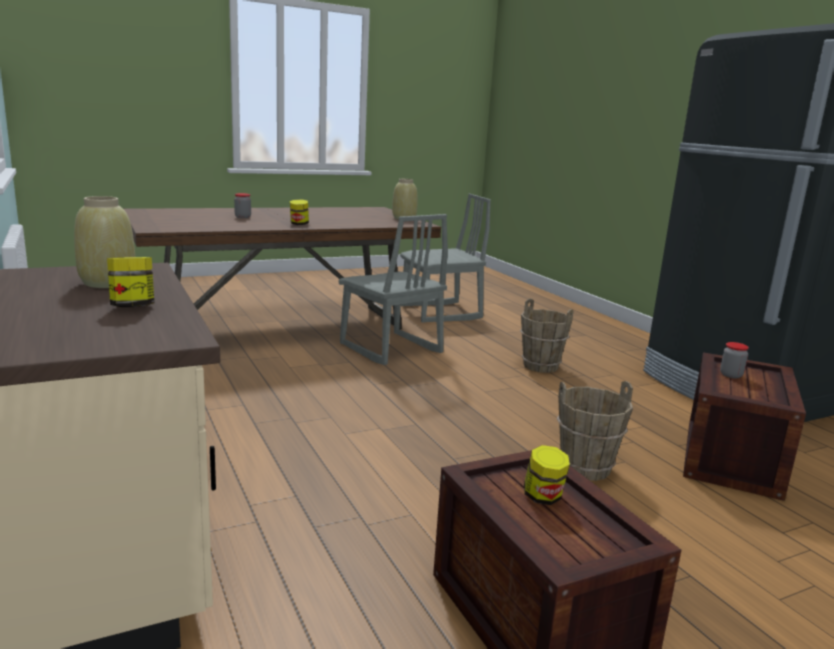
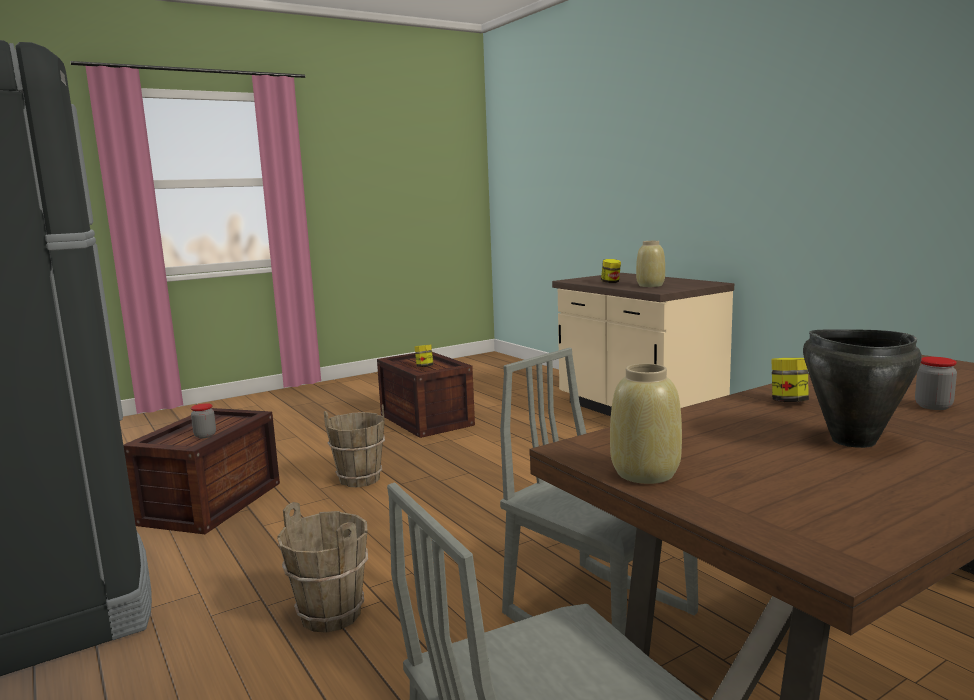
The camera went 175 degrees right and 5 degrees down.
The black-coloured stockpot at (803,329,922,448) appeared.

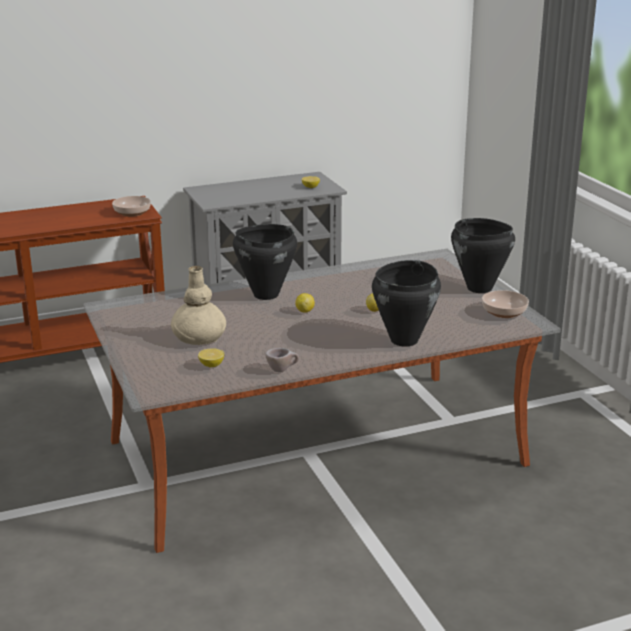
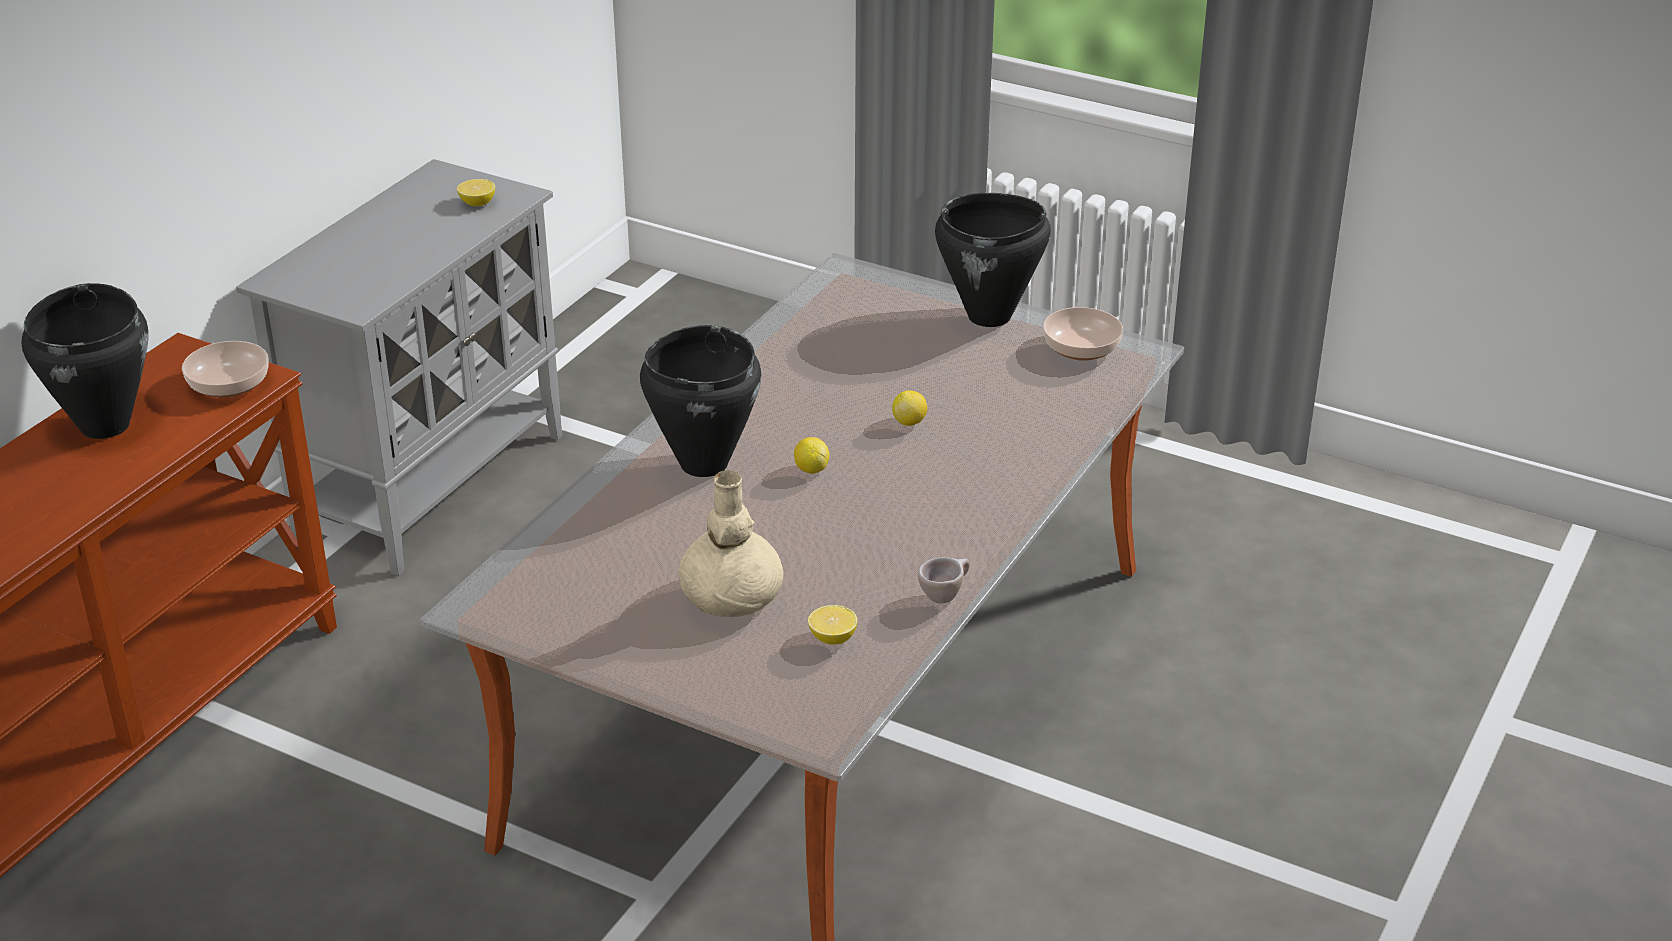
The camera went 40 degrees left and 10 degrees up.
The black-coloured stockpot moved from (372,260,441,347) to (21,283,149,439).

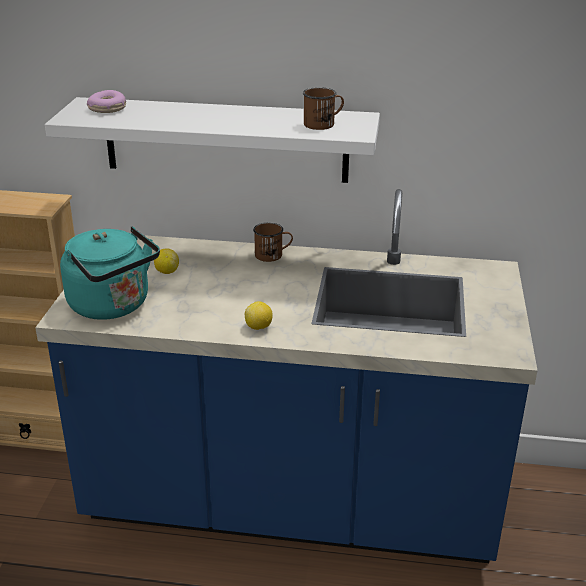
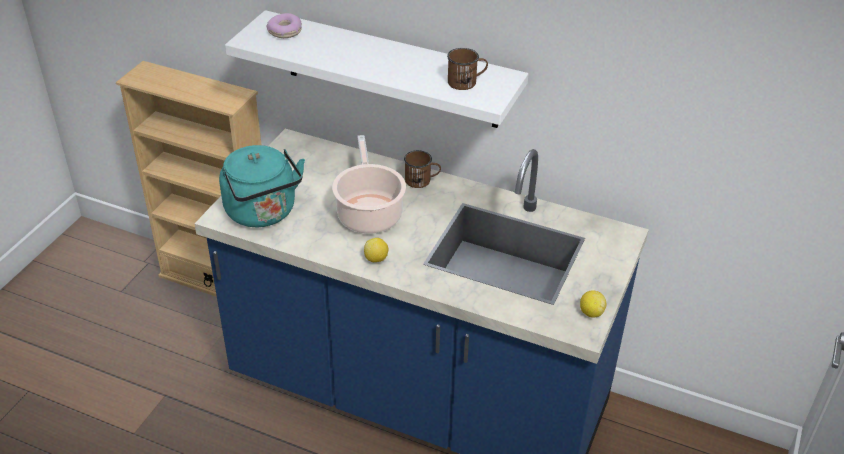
The camera went 15 degrees right and 10 degrees up.
The citrus fruit moved from (154,249,179,274) to (580,290,607,318).
The stockpot at (332,135,406,234) appeared.

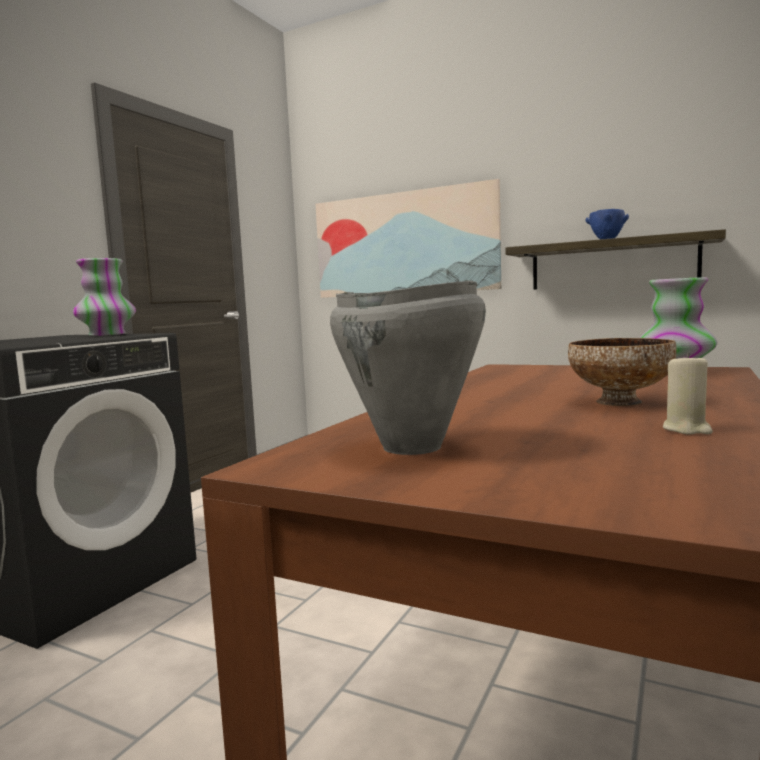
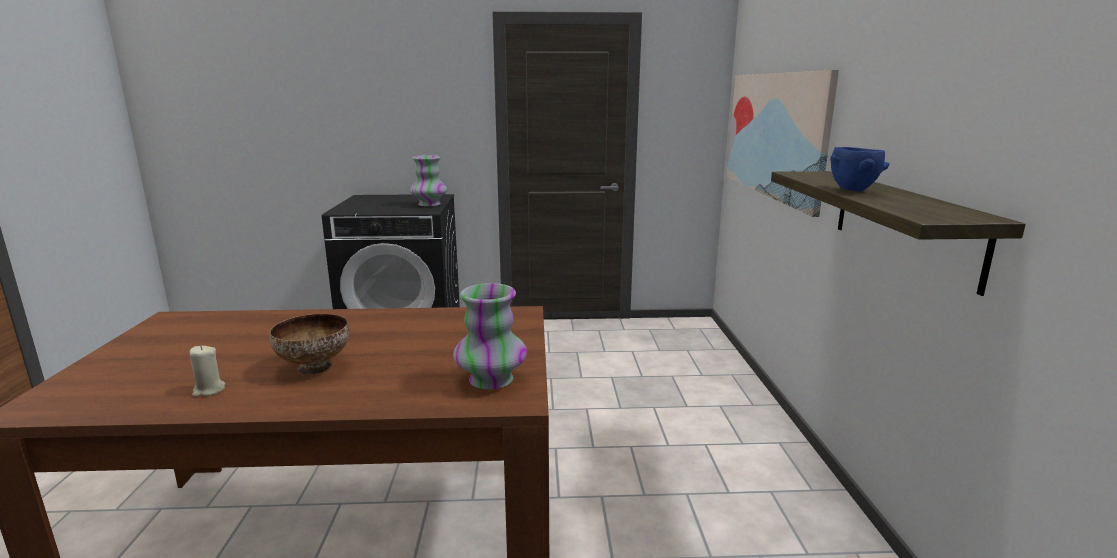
The camera went 60 degrees right and 10 degrees up.
The greyish stockpot at (330,280,486,455) disappeared.

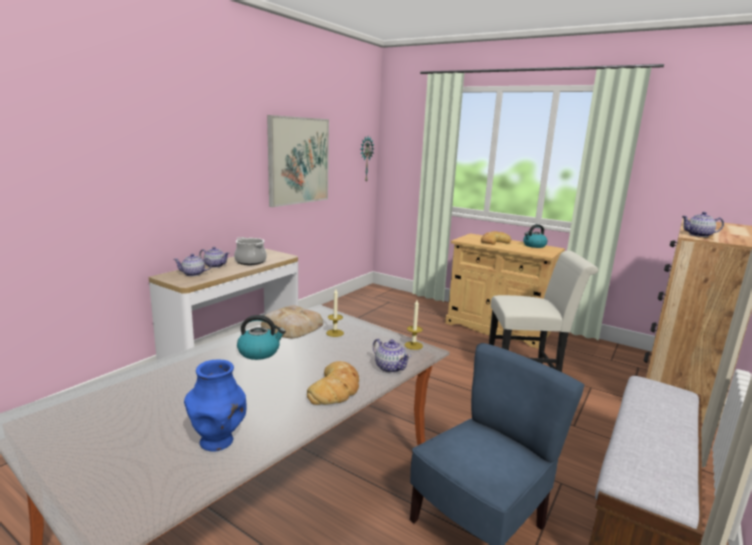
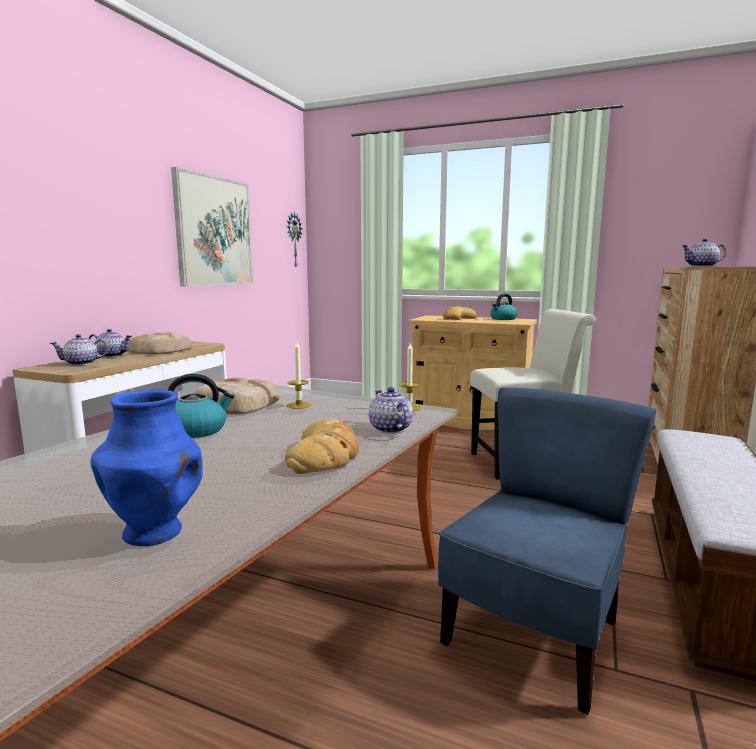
The camera went 10 degrees left and 5 degrees down.
The stockpot at (234,237,267,265) was replaced by the baked bread at (128,332,192,354).
The tea pot at (373,339,411,373) turned 150 degrees counterclockwise.

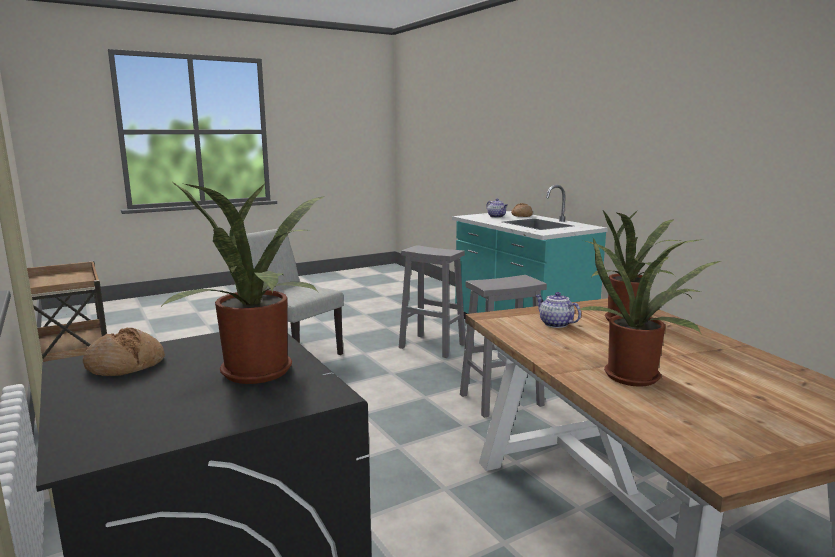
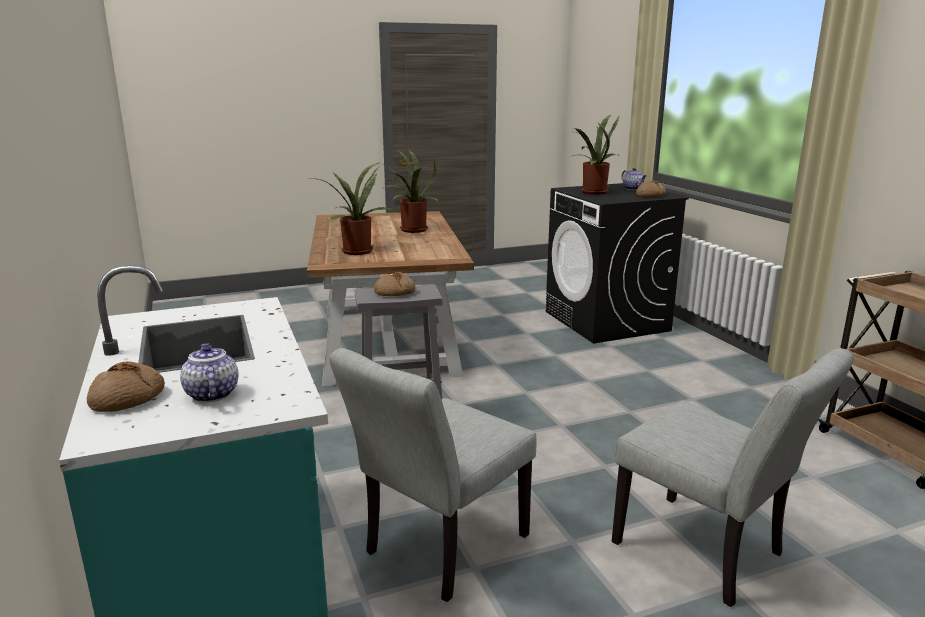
The camera went 170 degrees left and 5 degrees up.
The greyish sitting stool at (399,245,465,358) was replaced by the greyish plain chair at (329,348,537,602).
The tea pot moved from (535,292,581,328) to (621,168,647,190).
The baked bread at (374,272,415,296) appeared.

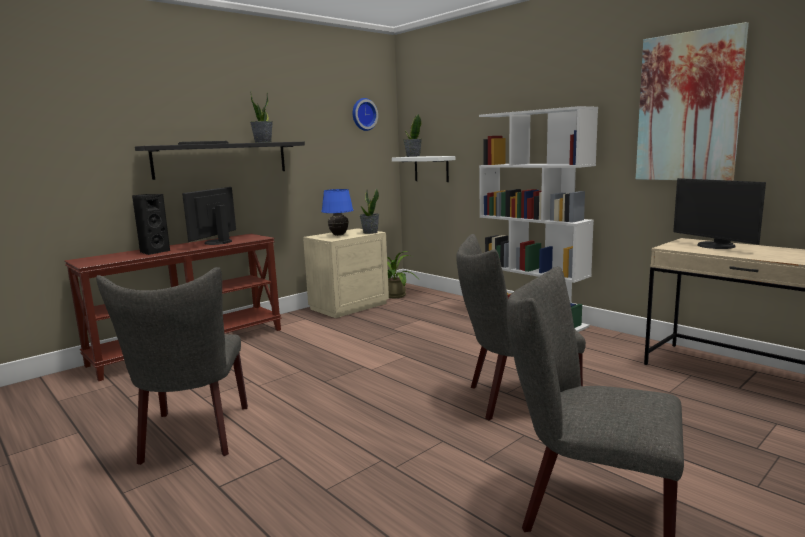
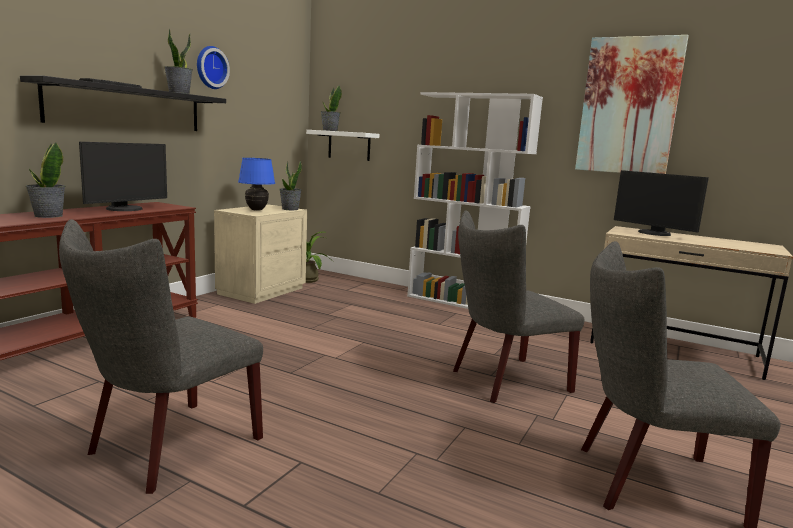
The camera went 20 degrees left and 0 degrees up.
The greyish plain chair at (96,267,248,465) turned 60 degrees clockwise.
The black-coloured loudspeaker at (132,194,170,255) was replaced by the houseplant at (26,142,65,218).
The computer display at (182,187,236,245) turned 150 degrees counterclockwise.
The hanging clock moved from (353,98,378,131) to (197,46,230,89).

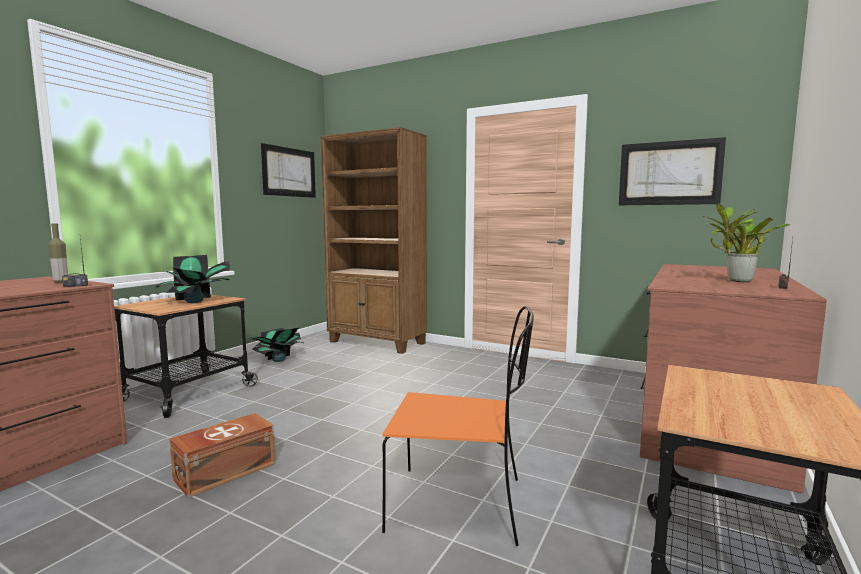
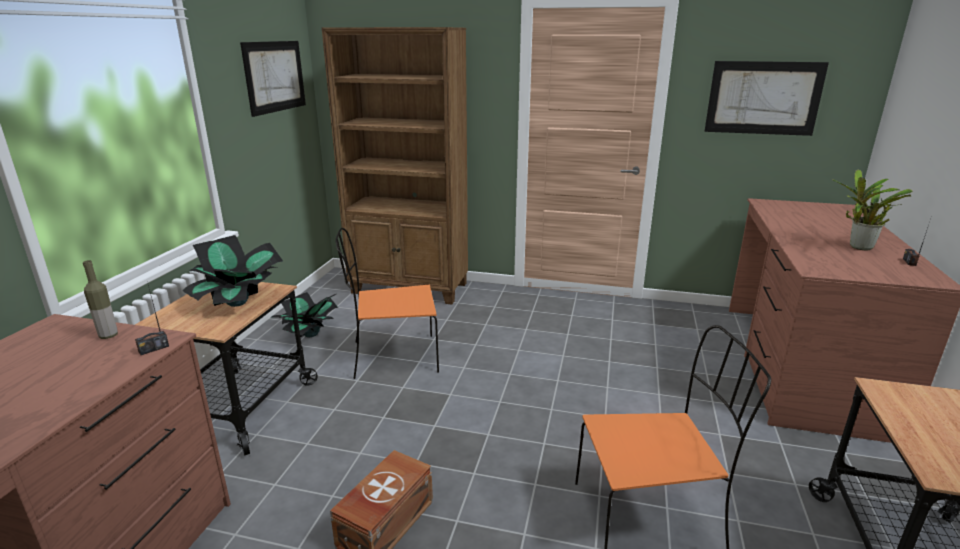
The camera went 15 degrees left and 15 degrees up.
The orangey plain chair at (335,228,439,379) appeared.

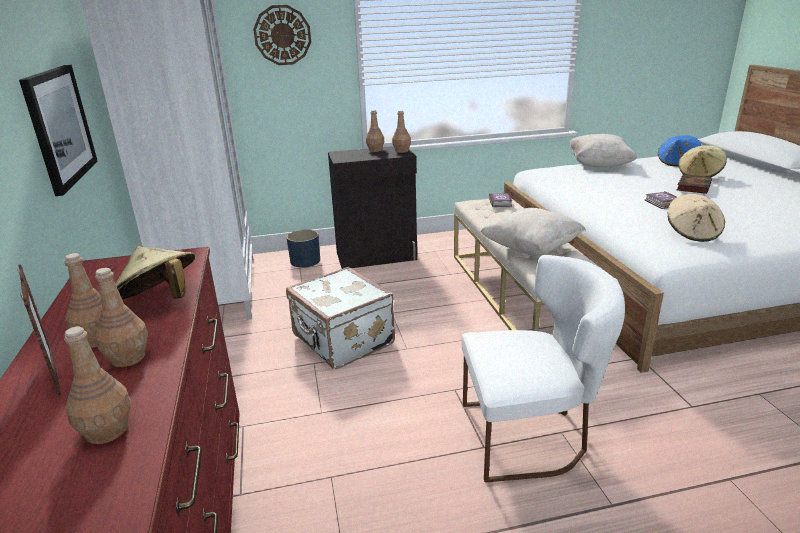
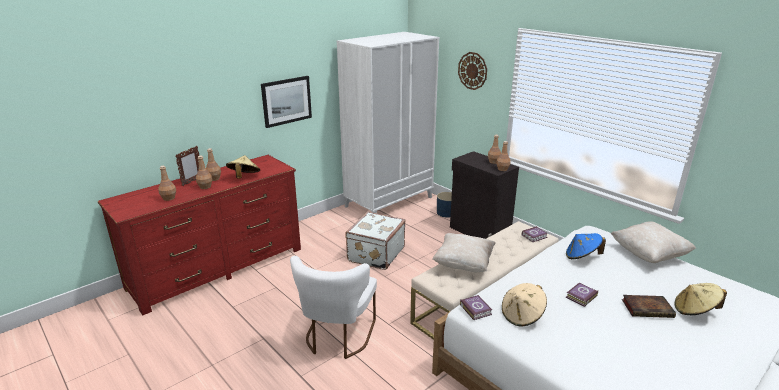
The camera went 60 degrees right and 0 degrees up.
The white plain chair at (461,255,625,482) turned 45 degrees clockwise.
The bluish wearable hat moved from (658,135,701,167) to (566,233,606,259).
The volume at (460,295,492,320) appeared.

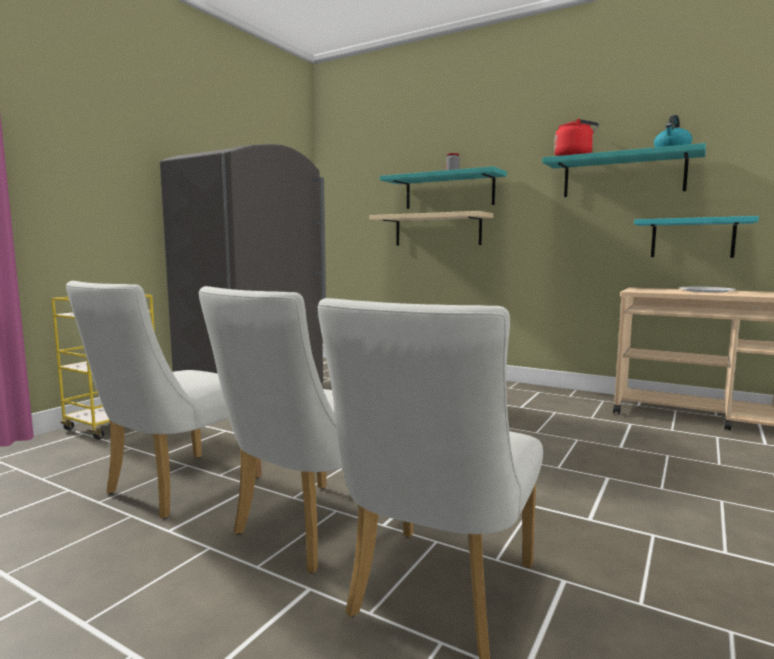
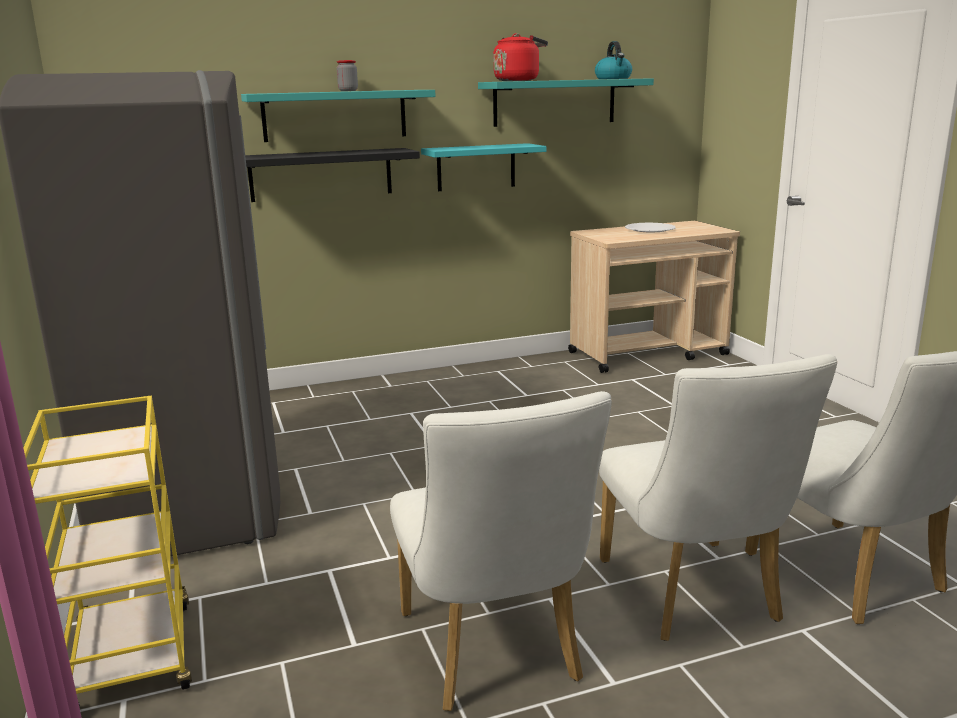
The camera went 50 degrees left and 10 degrees up.
The beige bracket shelf at (370,211,493,245) became the black-coloured bracket shelf at (245,148,420,202).
The blue-green bracket shelf moved from (634,216,759,258) to (421,143,546,191).

